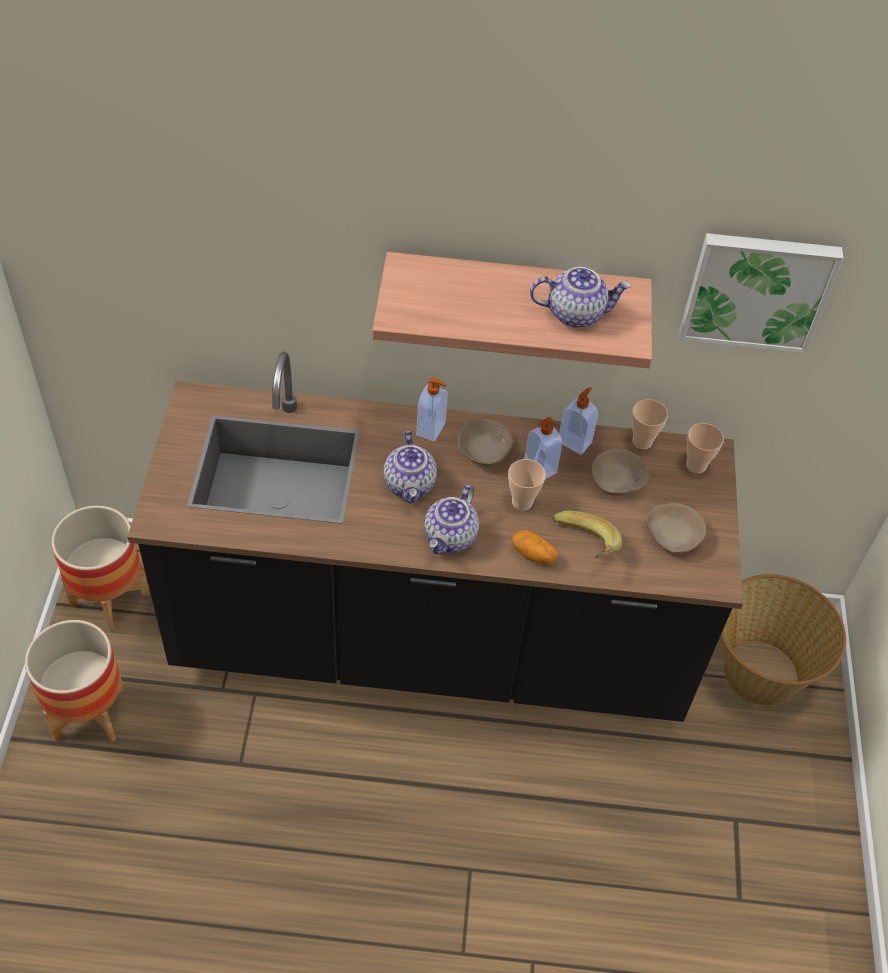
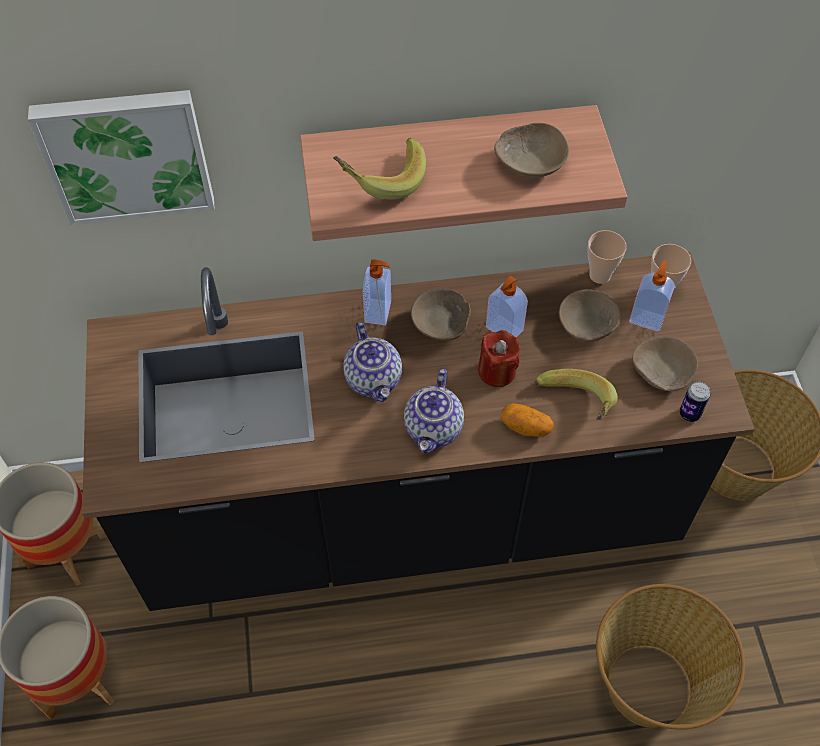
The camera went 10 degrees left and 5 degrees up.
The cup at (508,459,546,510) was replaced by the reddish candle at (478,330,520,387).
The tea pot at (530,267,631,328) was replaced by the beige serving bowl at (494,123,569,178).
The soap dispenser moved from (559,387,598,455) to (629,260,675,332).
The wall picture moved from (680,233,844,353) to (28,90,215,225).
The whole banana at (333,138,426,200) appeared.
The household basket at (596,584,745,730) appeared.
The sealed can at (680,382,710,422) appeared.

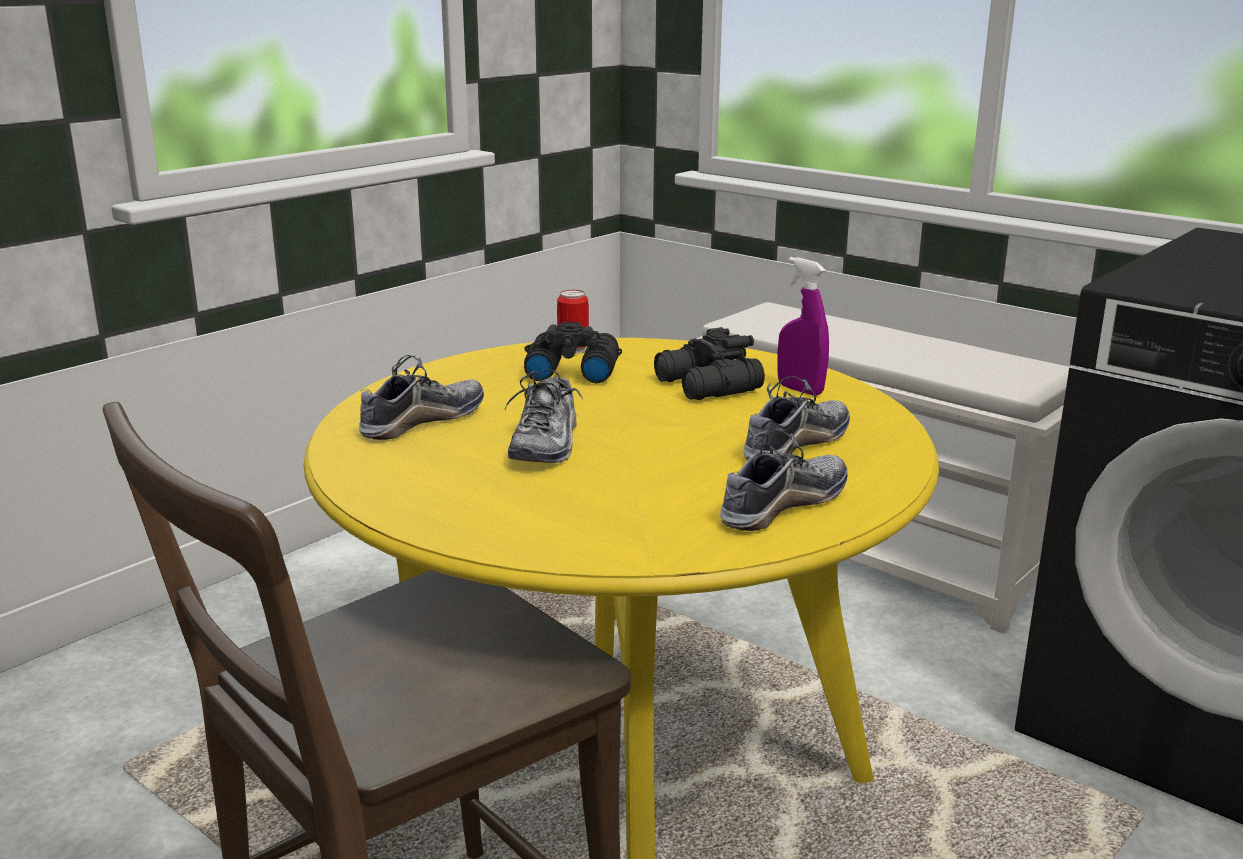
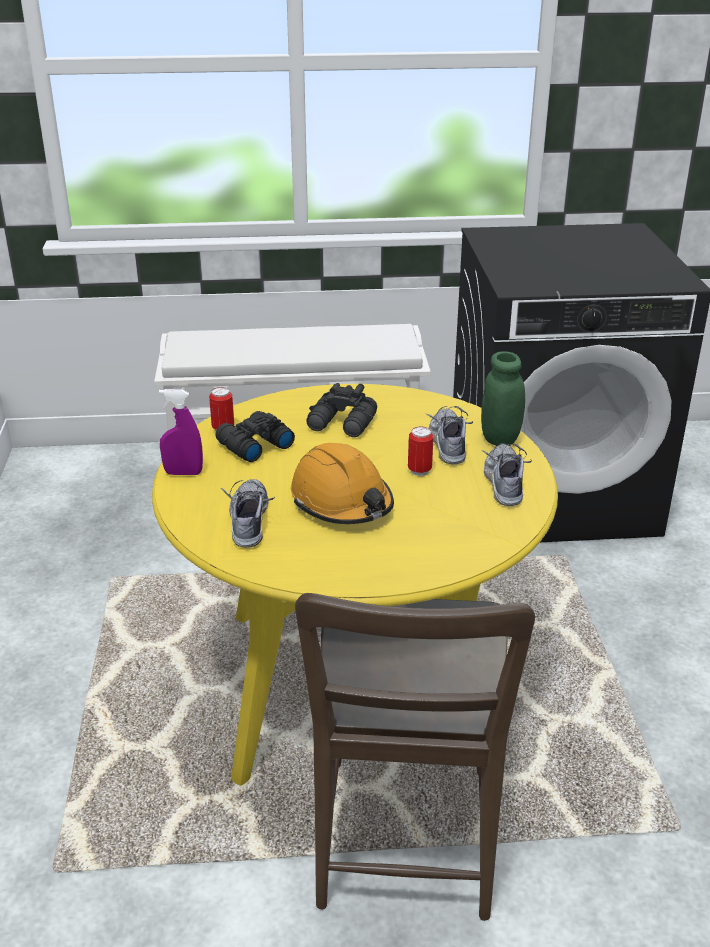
The camera went 45 degrees left and 10 degrees up.
The low shoe at (504,369,583,463) was replaced by the orangey safety helmet at (291,443,394,524).
The purple sprayer moved from (777,257,829,396) to (159,389,203,475).
The sealed can at (408,426,433,476) appeared.
The green preserve jar at (481,351,525,446) appeared.

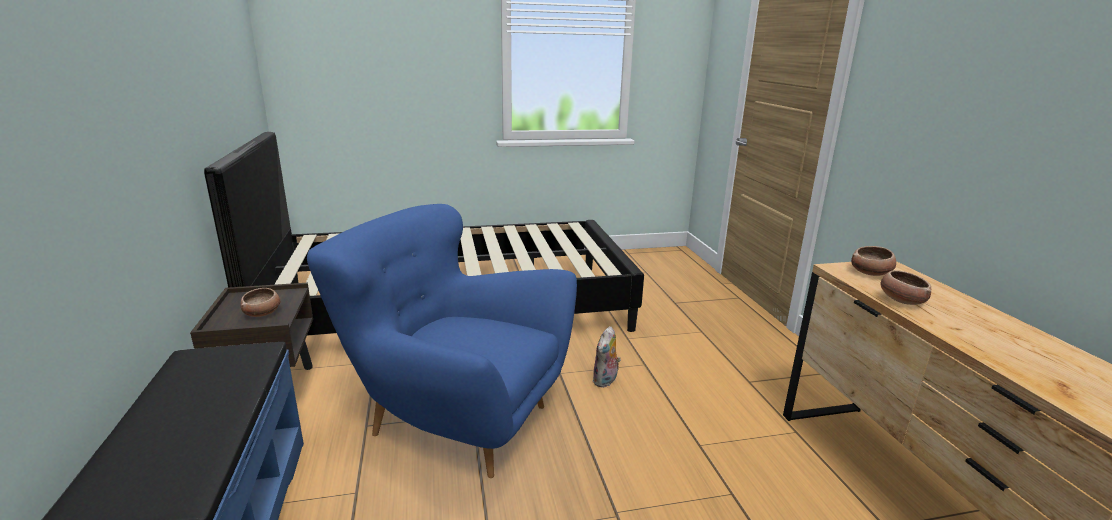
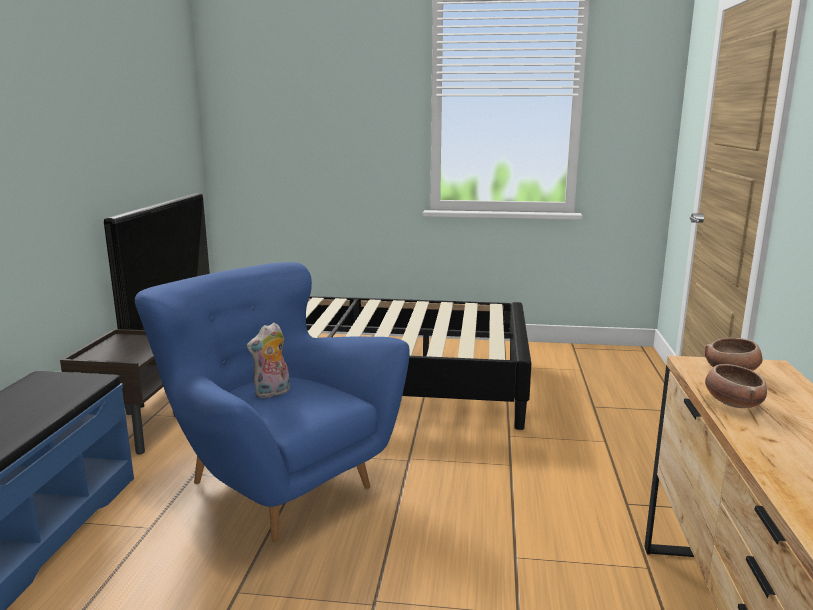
The camera went 20 degrees right and 5 degrees down.
The serving bowl at (240,288,280,317) disappeared.
The cuddly toy moved from (593,326,621,388) to (247,323,290,398).

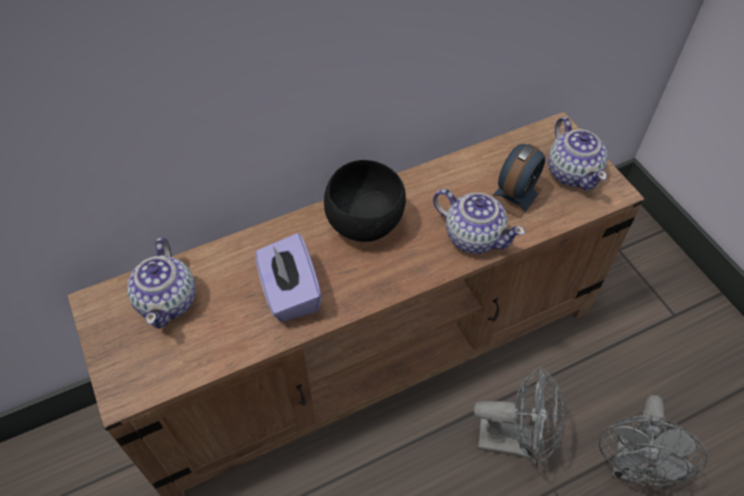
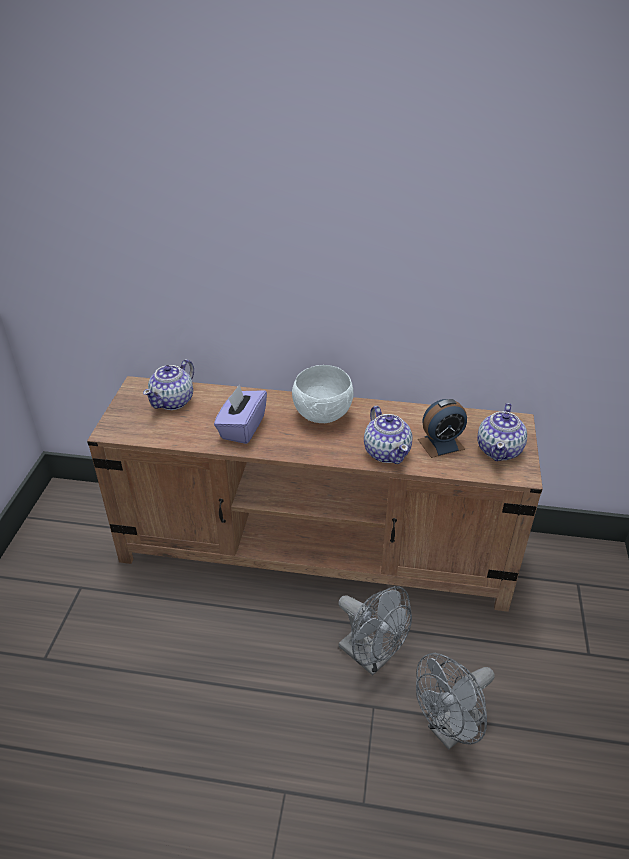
The camera went 35 degrees right and 15 degrees down.
The black-coloured serving bowl at (324,160,406,242) became the white serving bowl at (292,365,353,423).

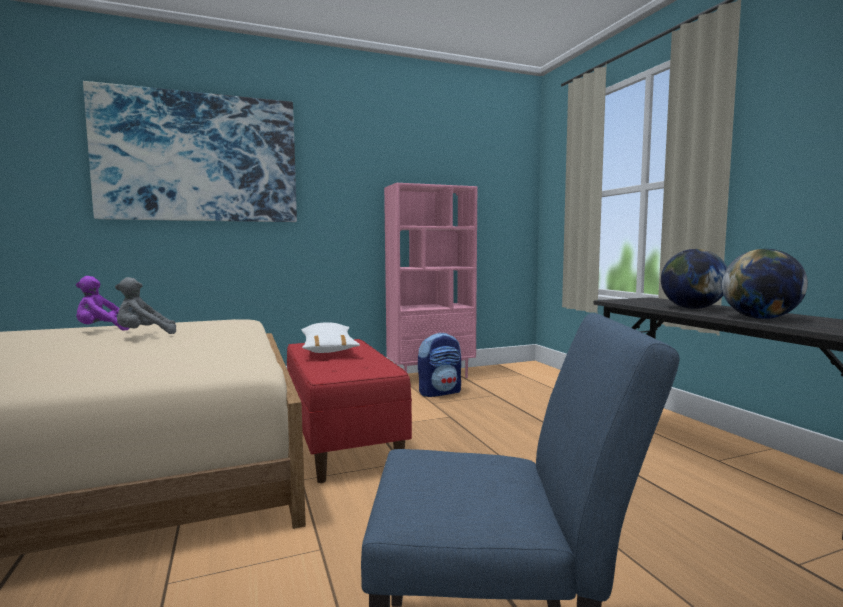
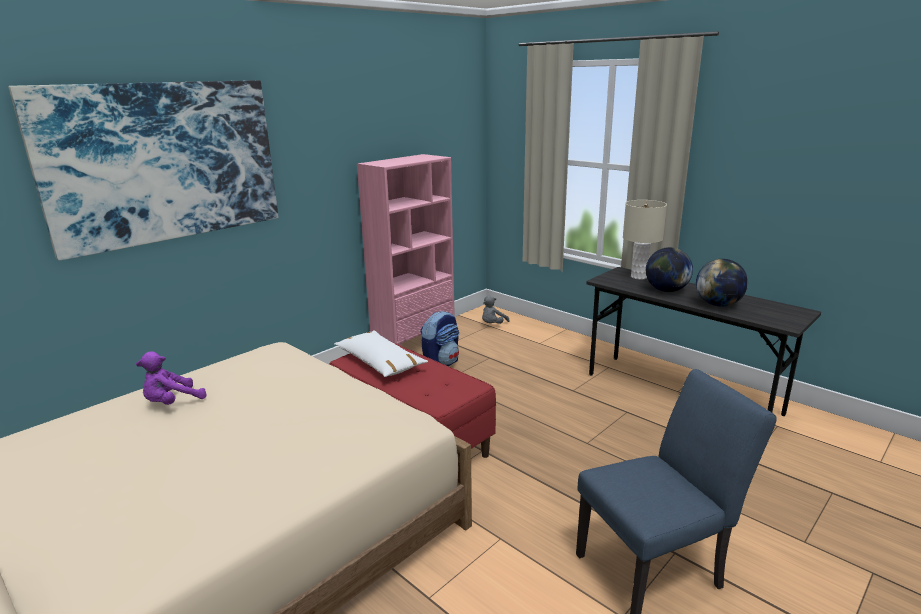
The camera went 25 degrees left and 15 degrees up.
The greyish cuddly toy moved from (115,277,176,334) to (482,296,510,324).
The beige table lamp at (623,200,667,280) appeared.

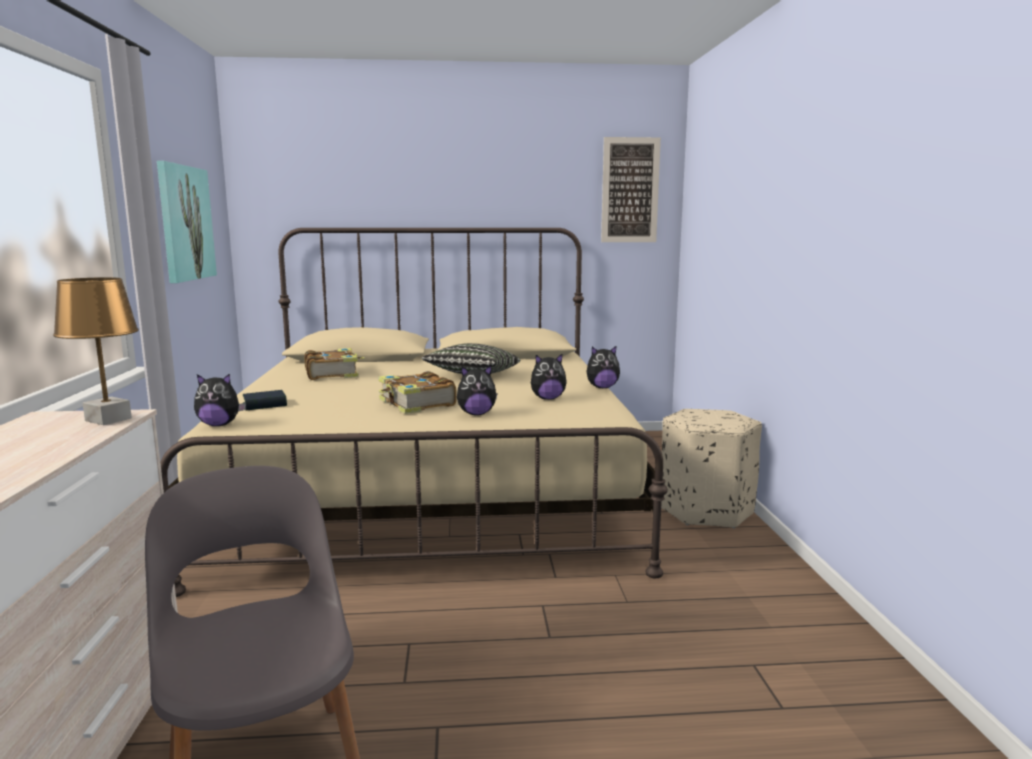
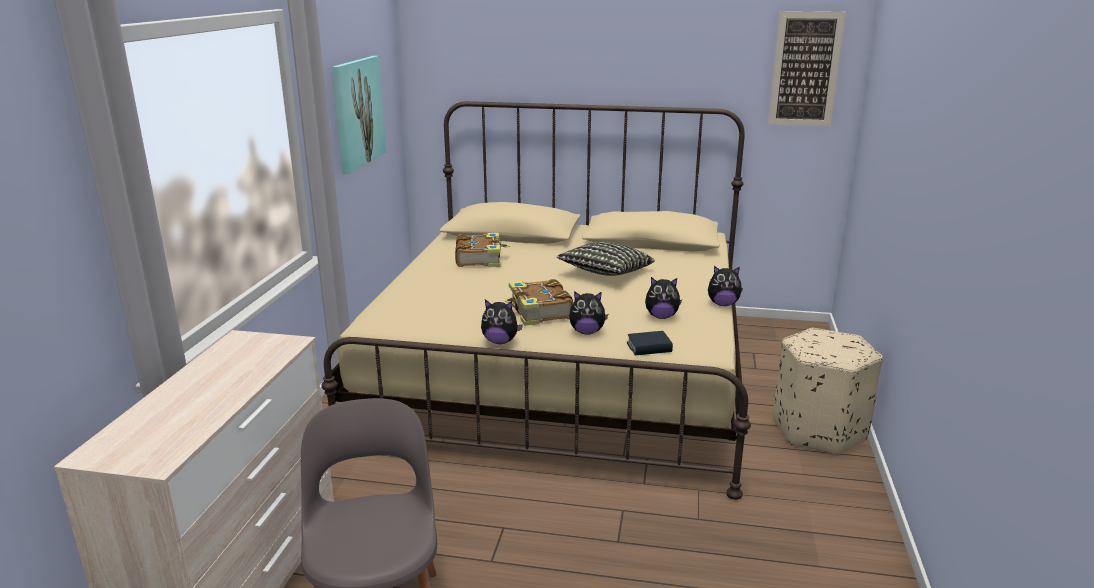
The camera went 15 degrees right and 10 degrees up.
The brown-coloured table lamp at (53,277,139,425) disappeared.
The cuddly toy moved from (194,374,246,426) to (481,300,523,344).
The volume moved from (243,390,287,410) to (627,331,673,355).

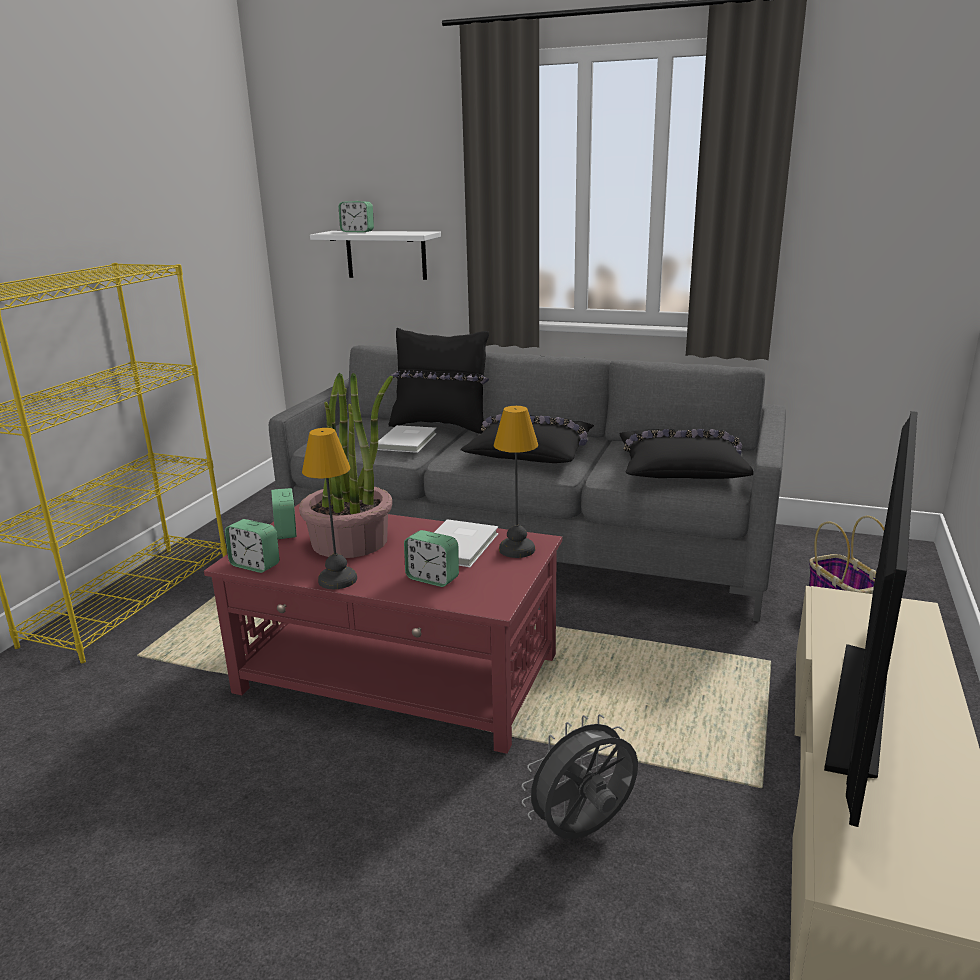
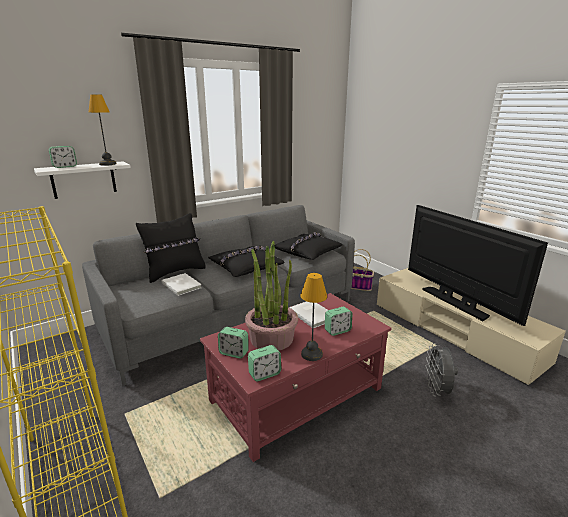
The camera went 55 degrees left and 0 degrees up.
The table lamp moved from (494,406,538,558) to (88,94,117,166).

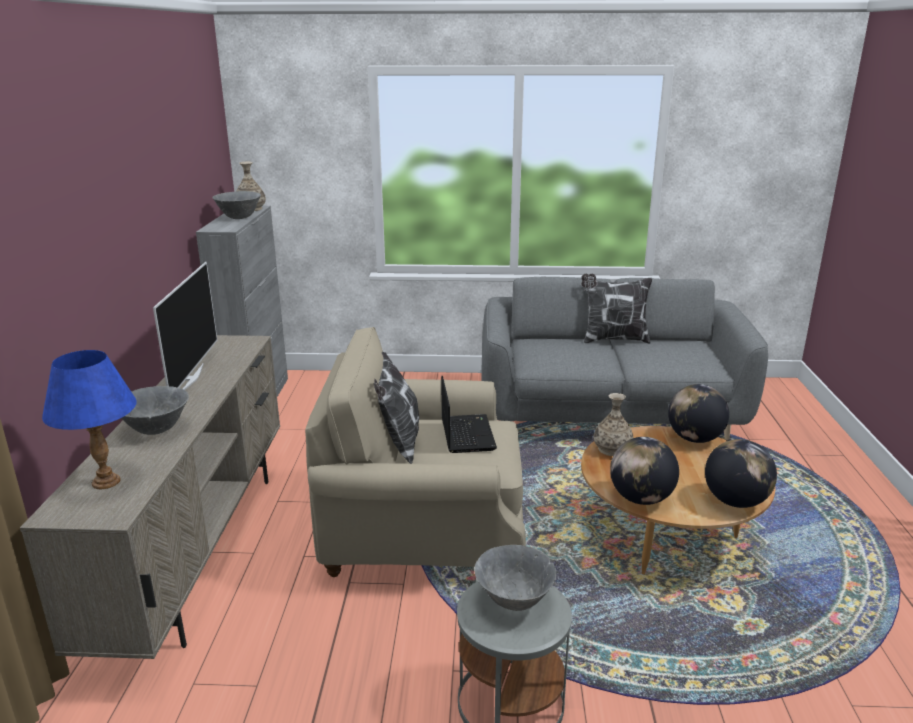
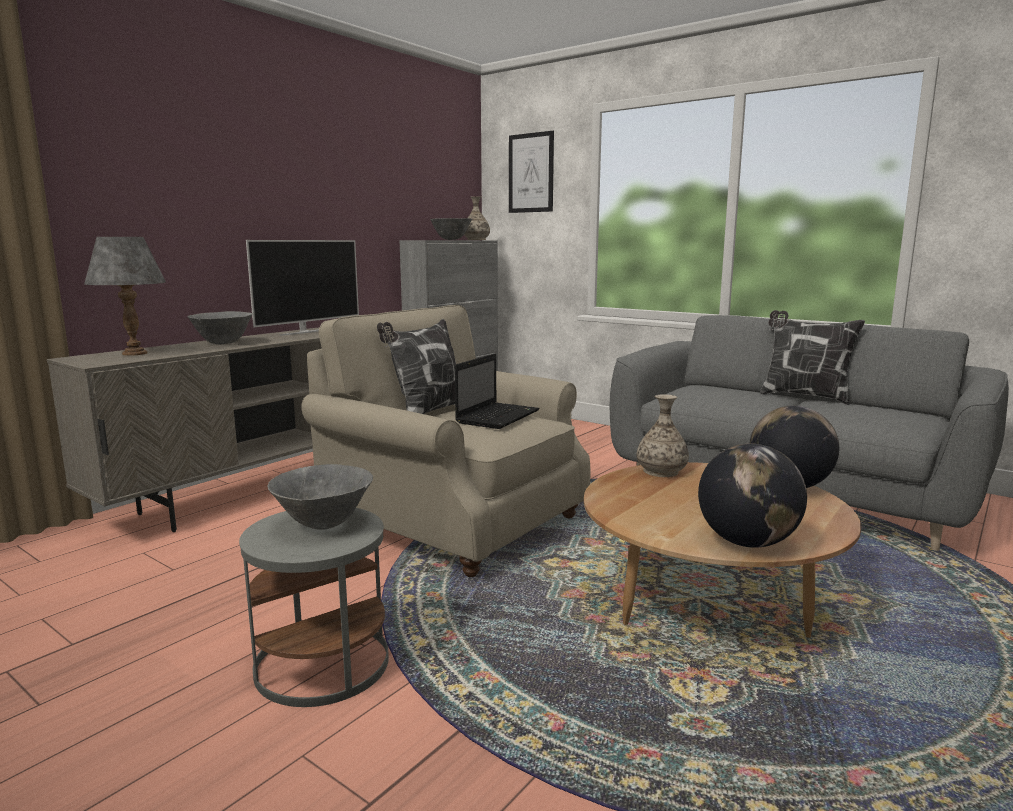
The camera went 35 degrees right and 10 degrees down.
The bluish table lamp at (42,350,137,489) became the greyish table lamp at (84,237,166,356).
The globe at (610,437,679,505) disappeared.
The wall picture at (509,131,554,213) appeared.

